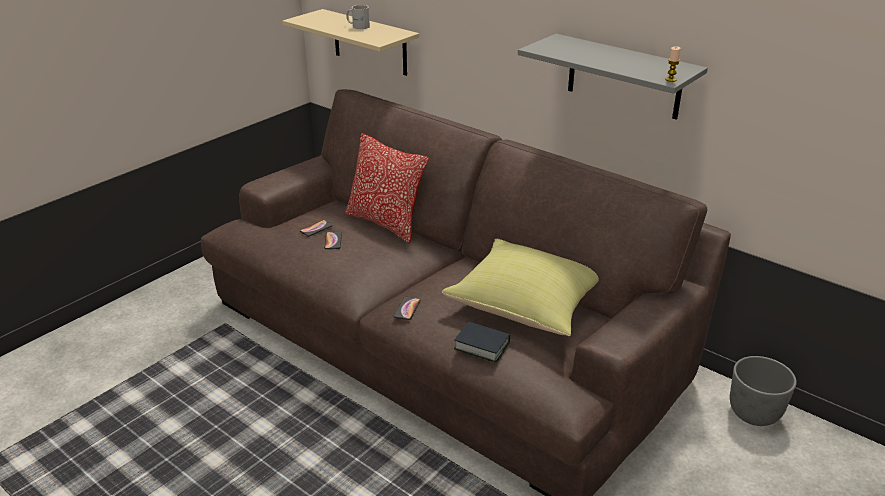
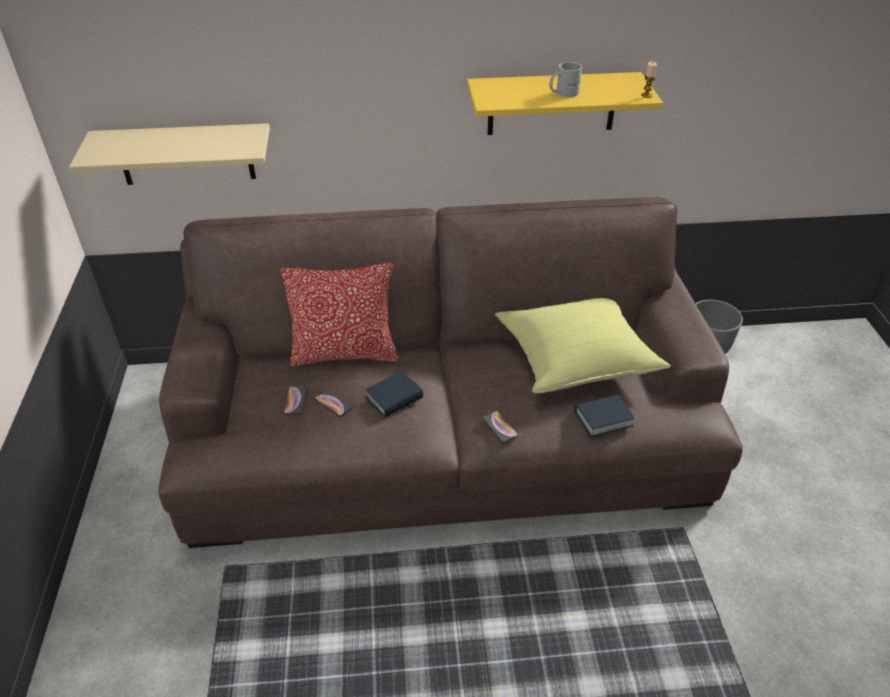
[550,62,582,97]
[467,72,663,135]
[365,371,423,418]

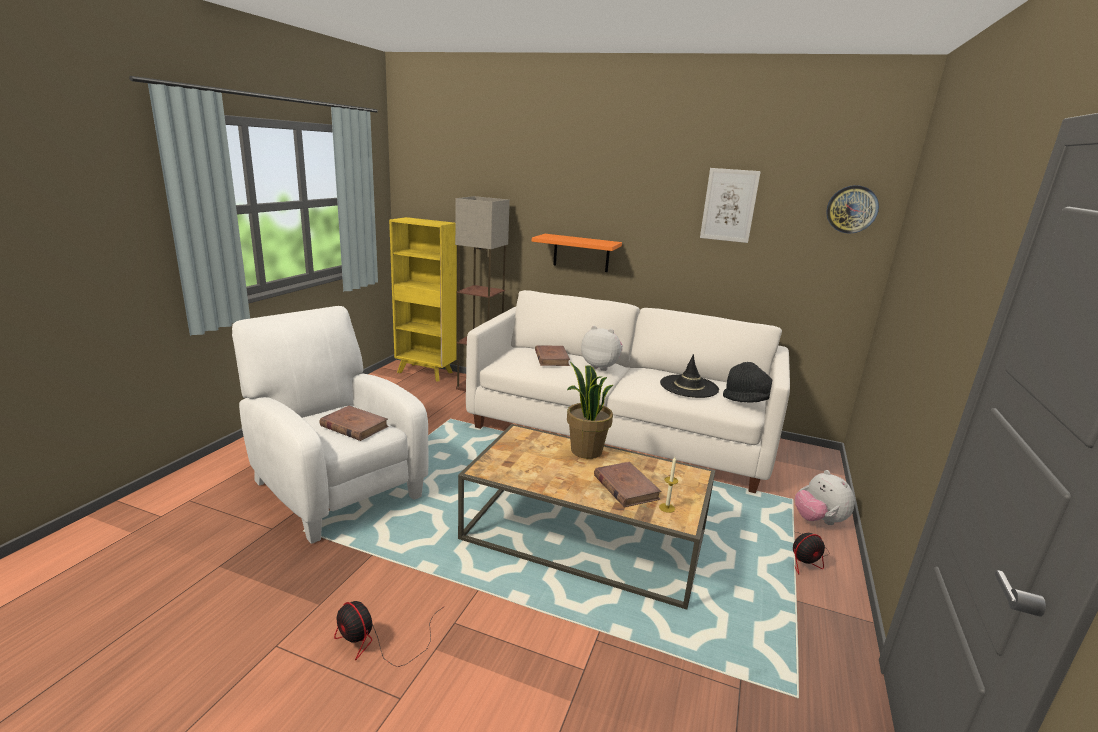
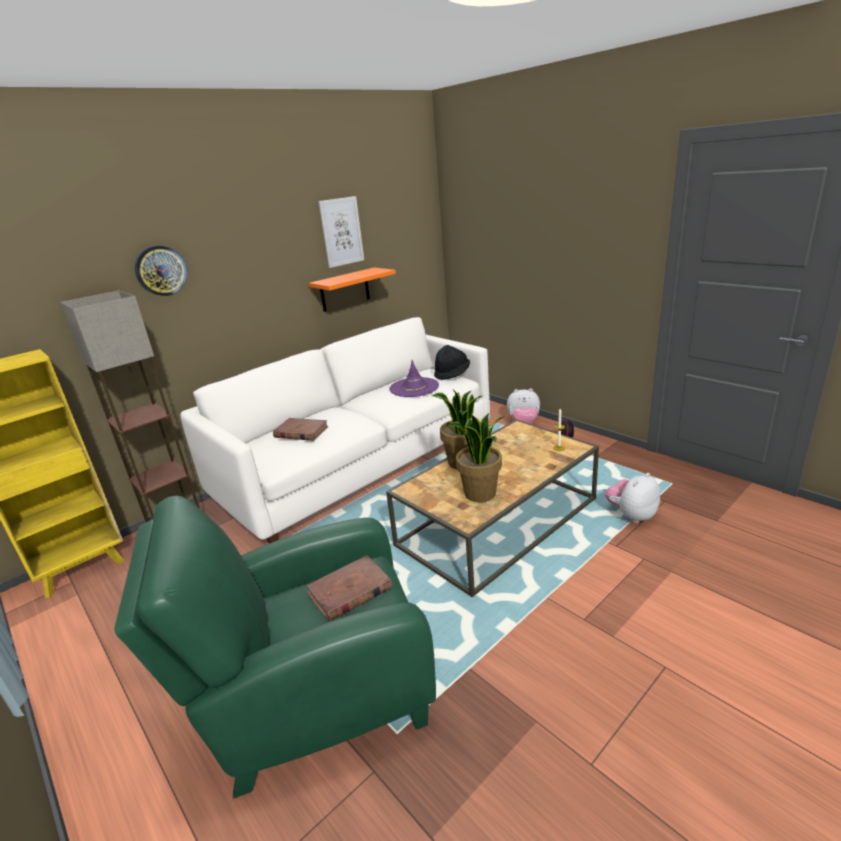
[135,246,188,296]
[309,267,396,312]
[114,495,436,798]
[605,473,660,523]
[390,360,439,397]
[594,462,661,508] (first image)
[334,601,442,667] (first image)
[447,413,505,503]

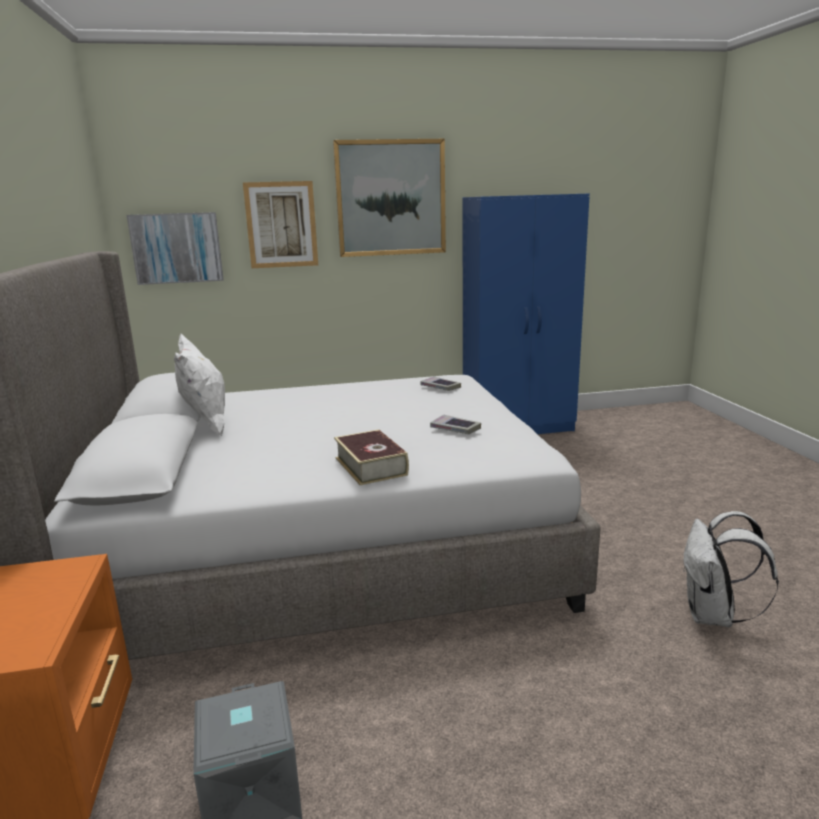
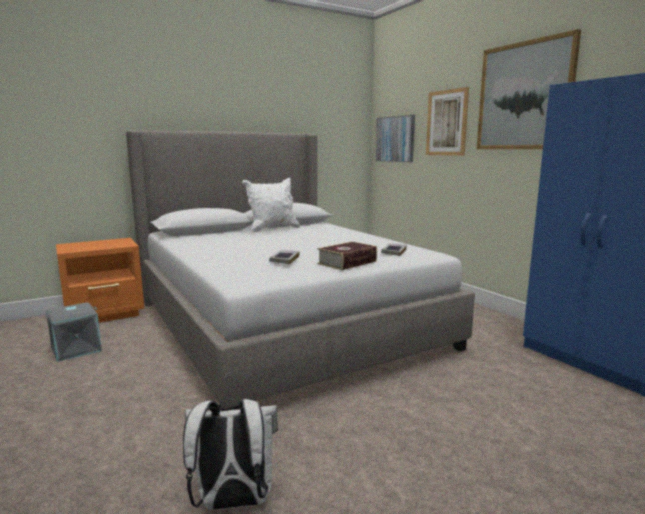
[317,241,377,270]

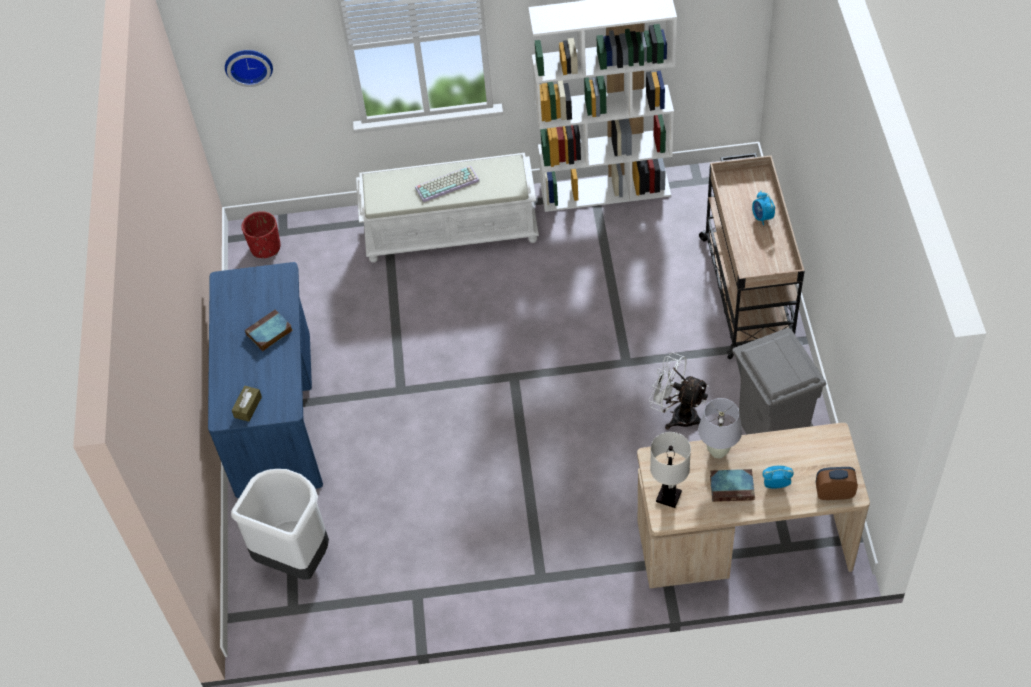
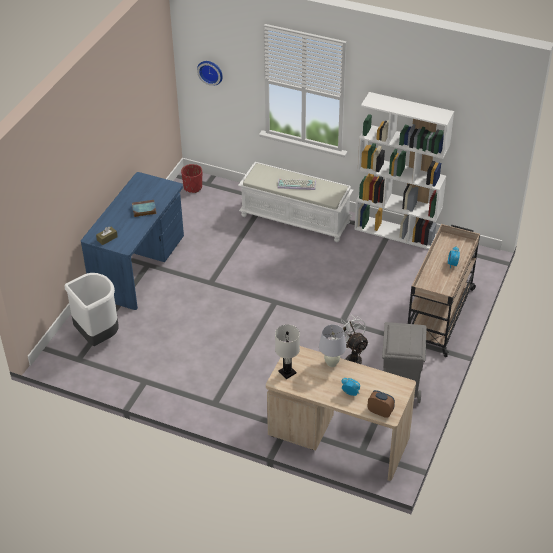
[710,469,755,502] (first image)

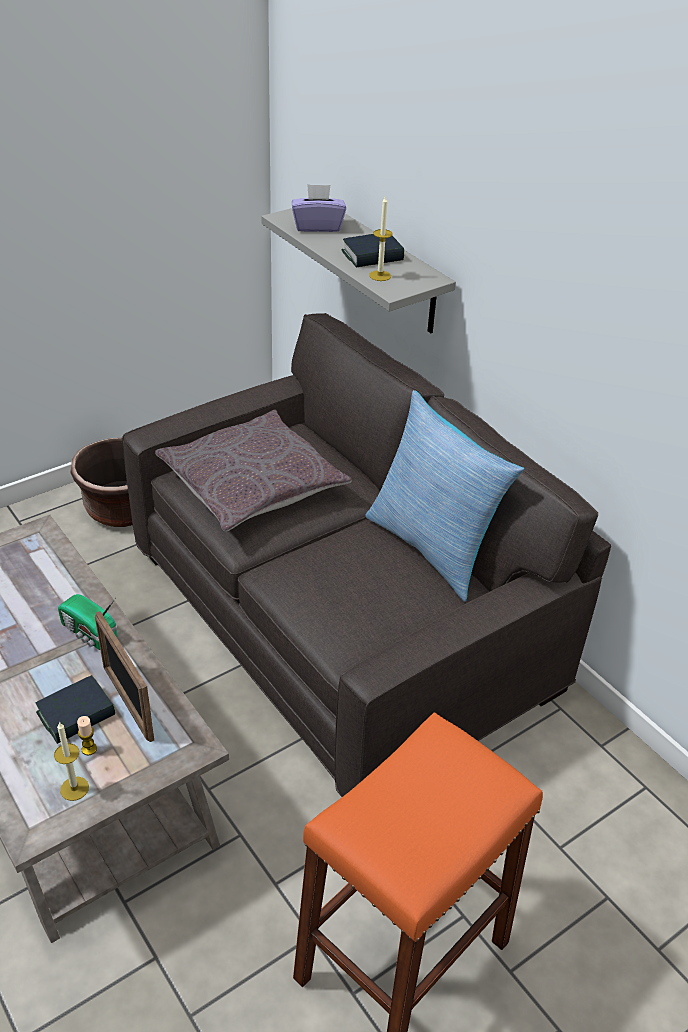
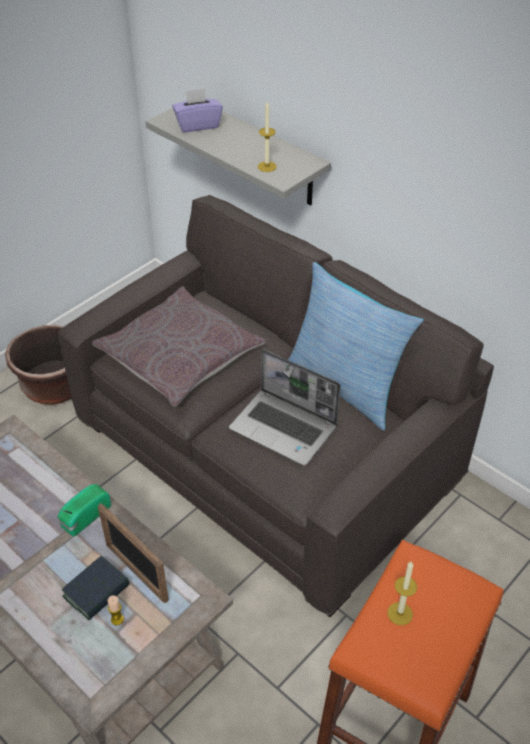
[342,234,404,267] (first image)
[57,484,111,536]
[387,561,417,625]
[229,349,341,466]

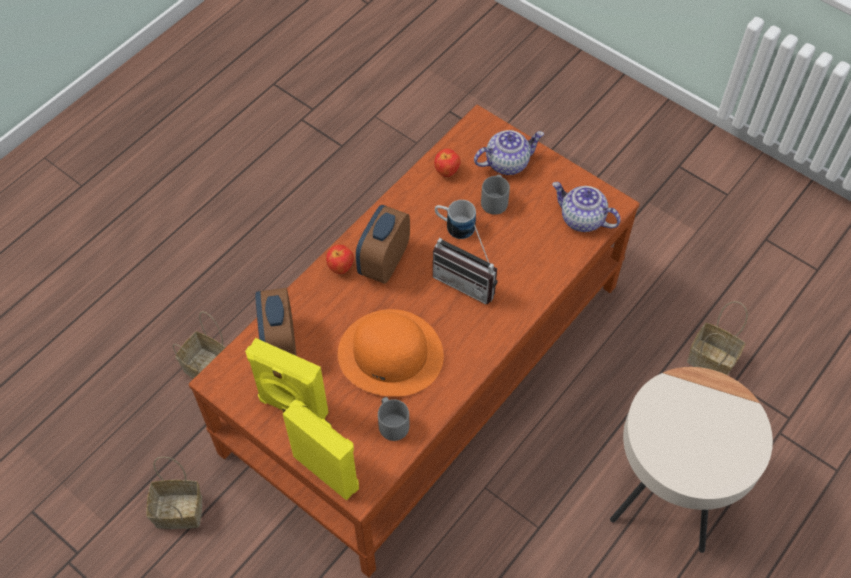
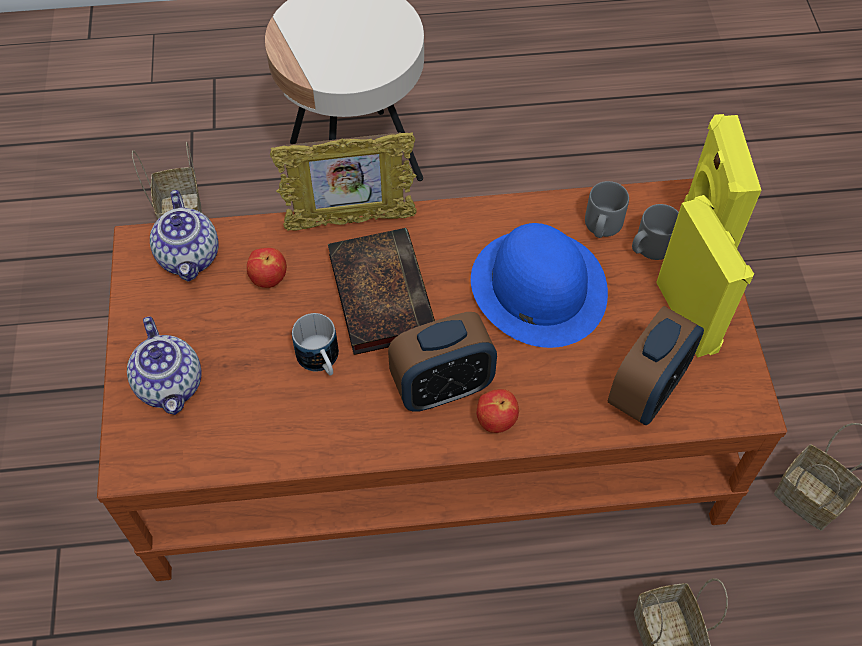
[127,316,202,415]
[247,248,287,288]
[632,204,679,260]
[328,228,435,355]
[471,223,608,348]
[270,132,417,231]

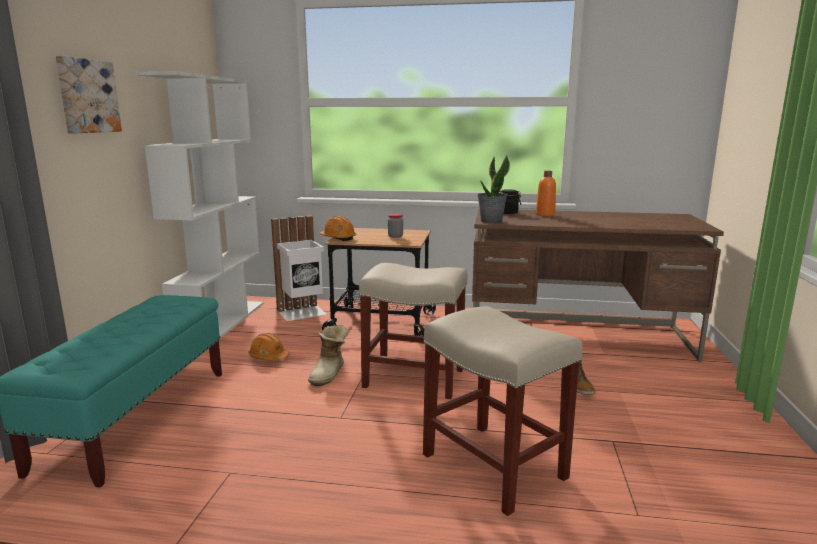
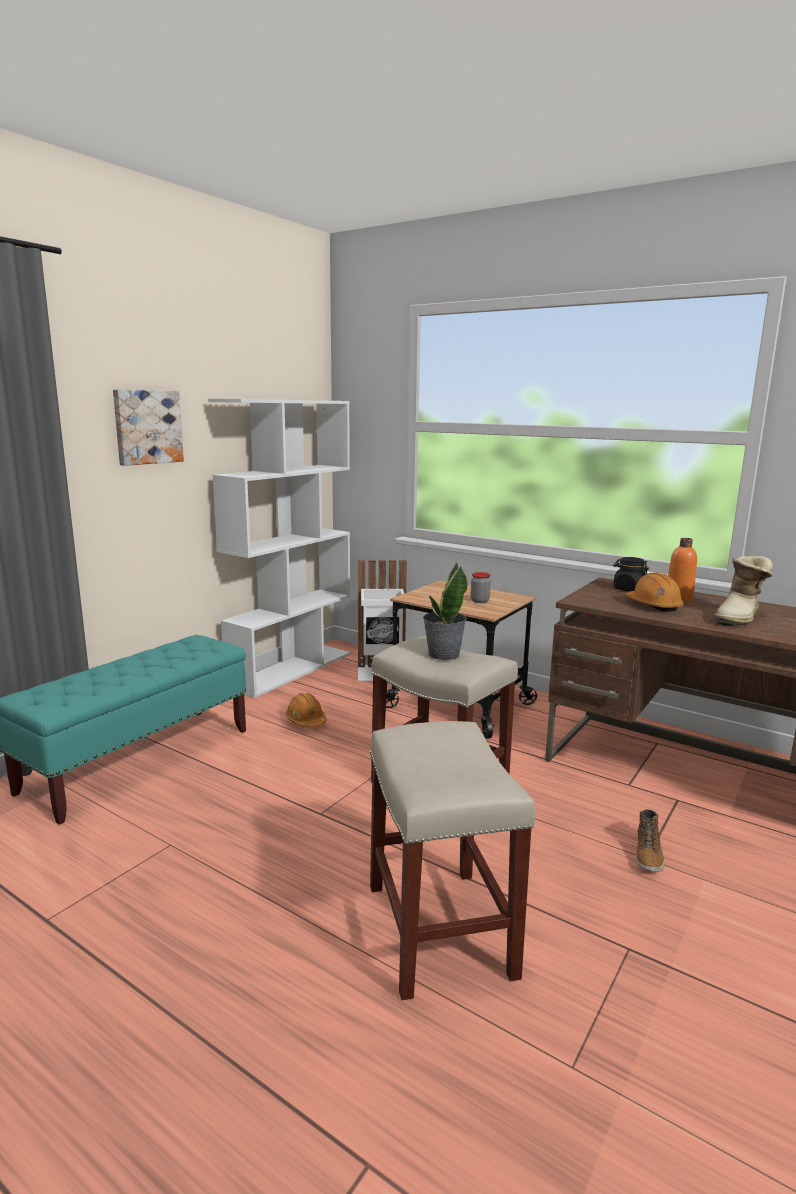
[423,563,468,660]
[626,572,684,612]
[714,555,773,626]

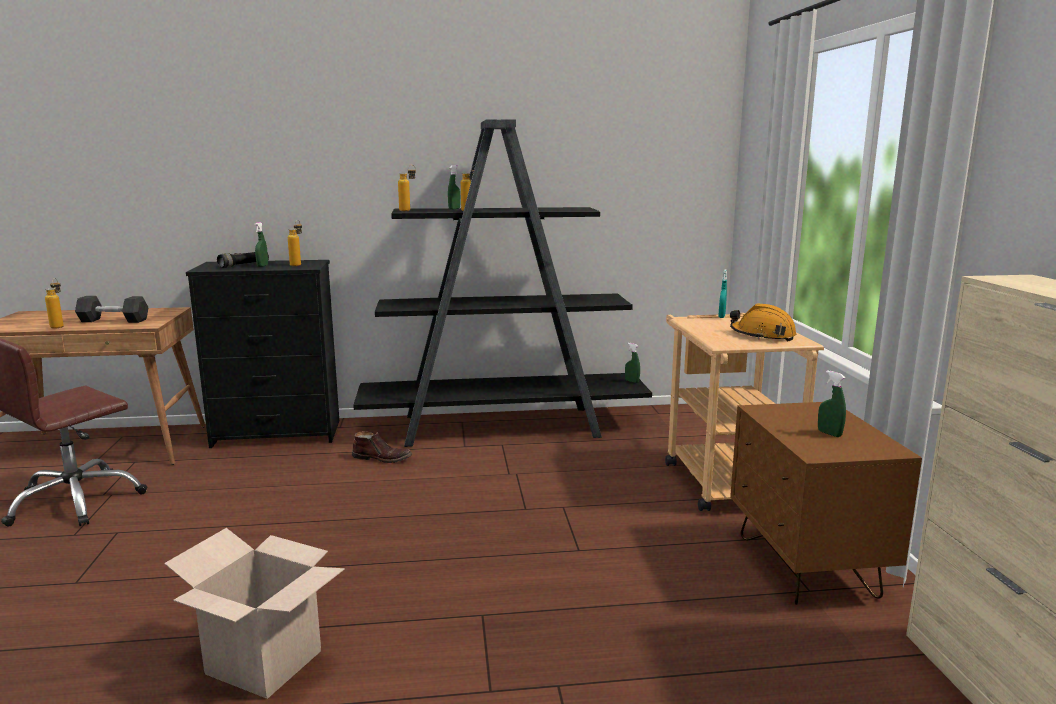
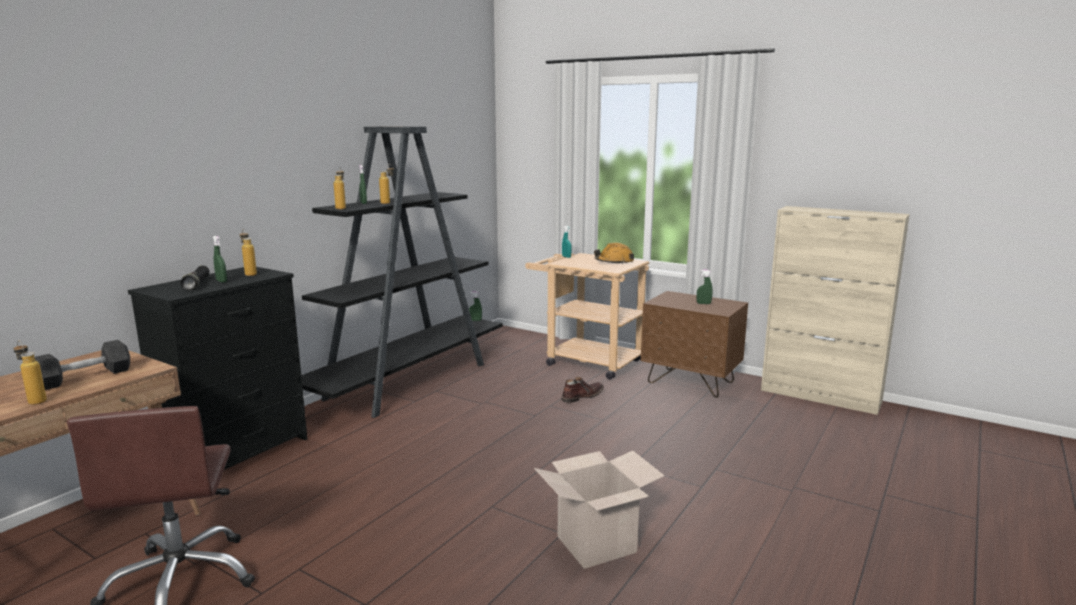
[561,377,604,403]

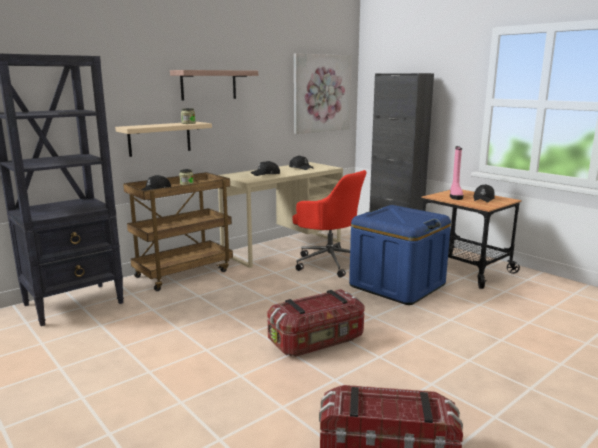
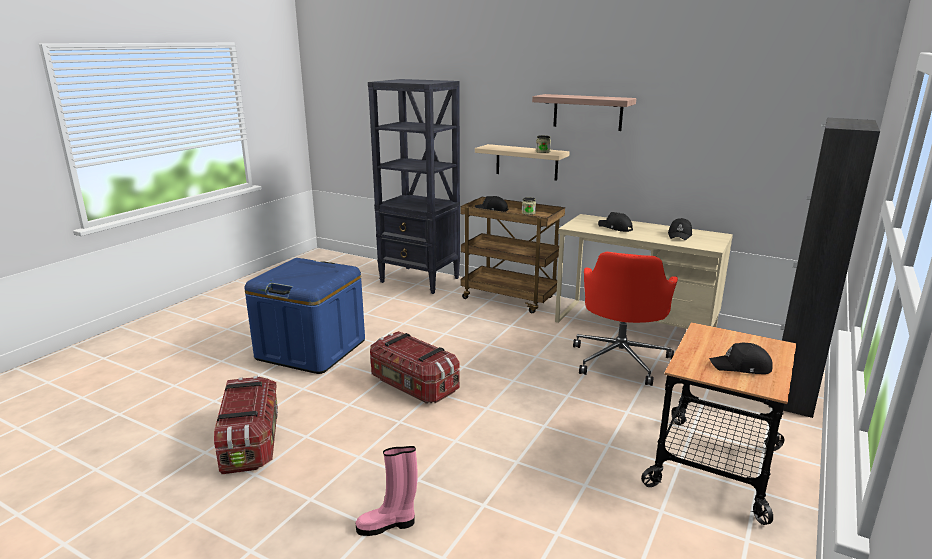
[294,53,352,134] (first image)
[356,446,417,536]
[245,258,365,374]

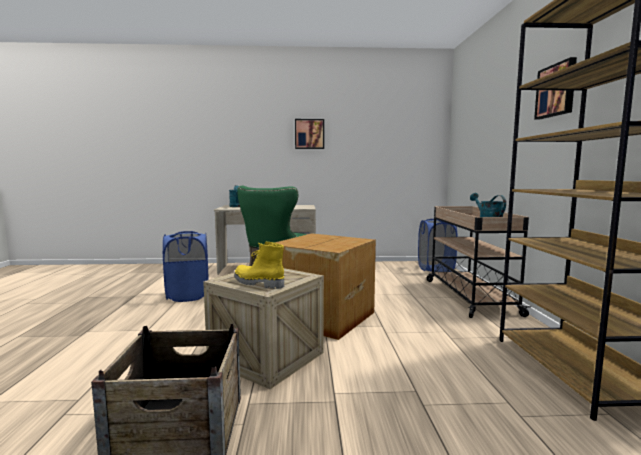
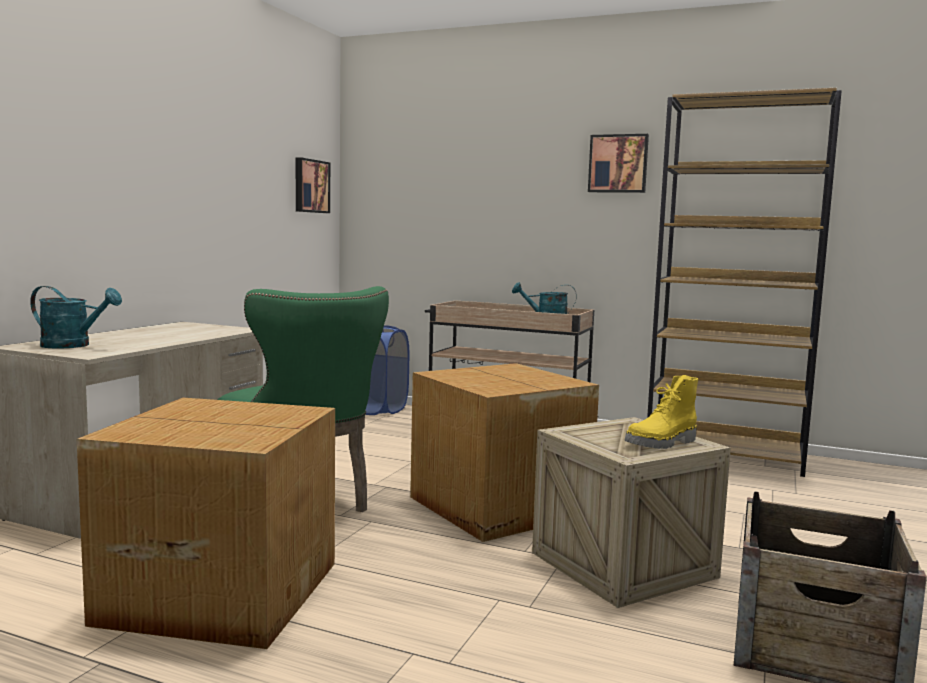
[296,157,330,213]
[77,398,335,649]

